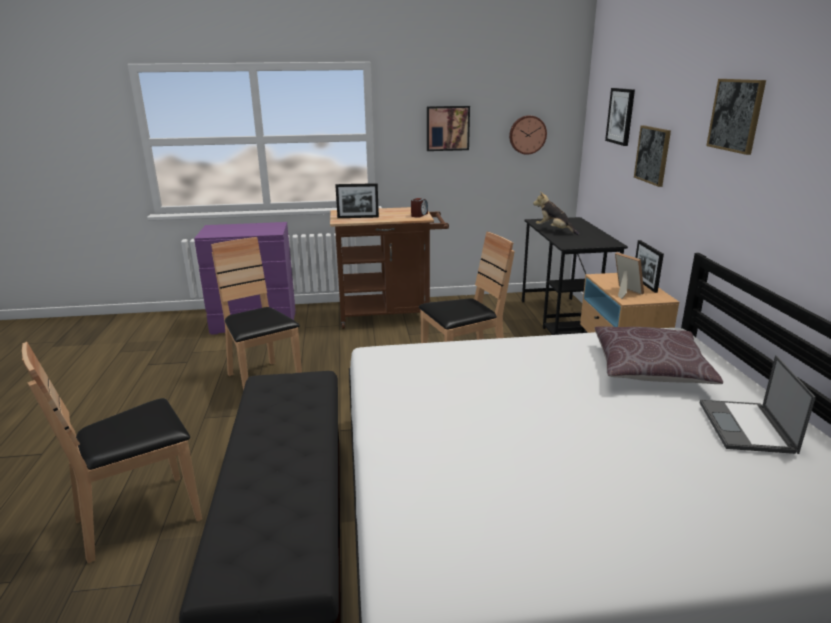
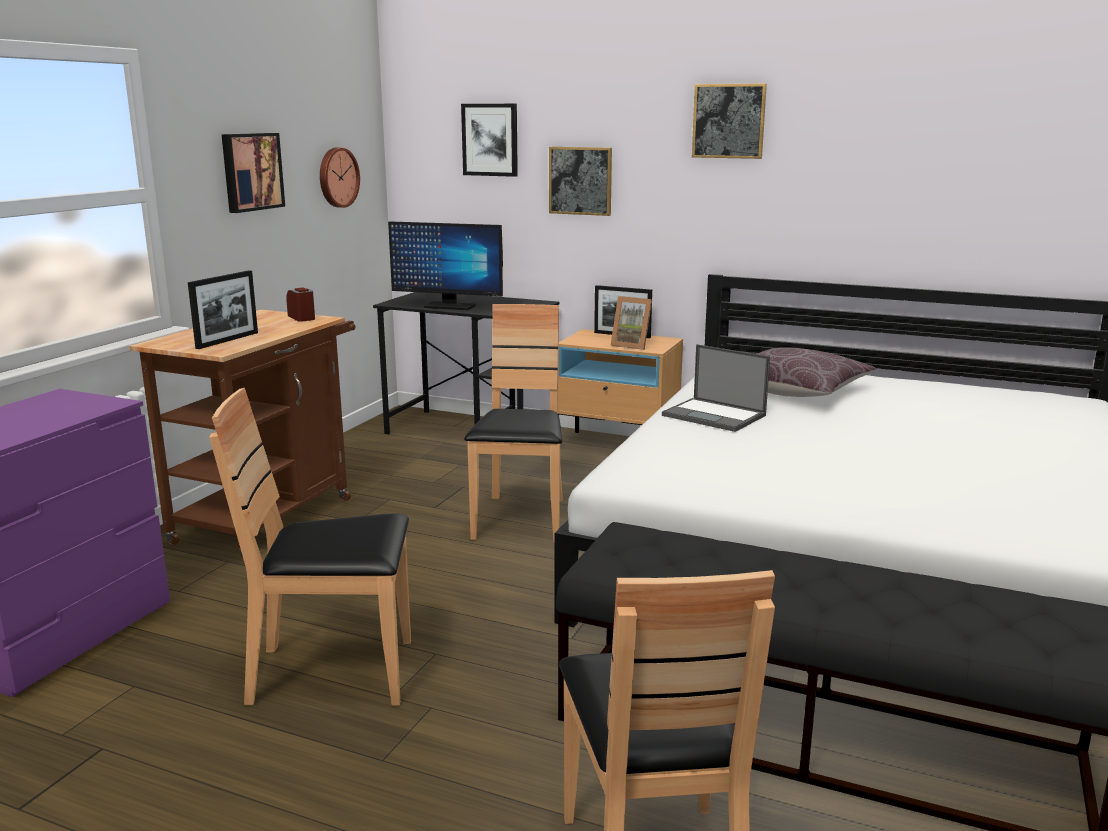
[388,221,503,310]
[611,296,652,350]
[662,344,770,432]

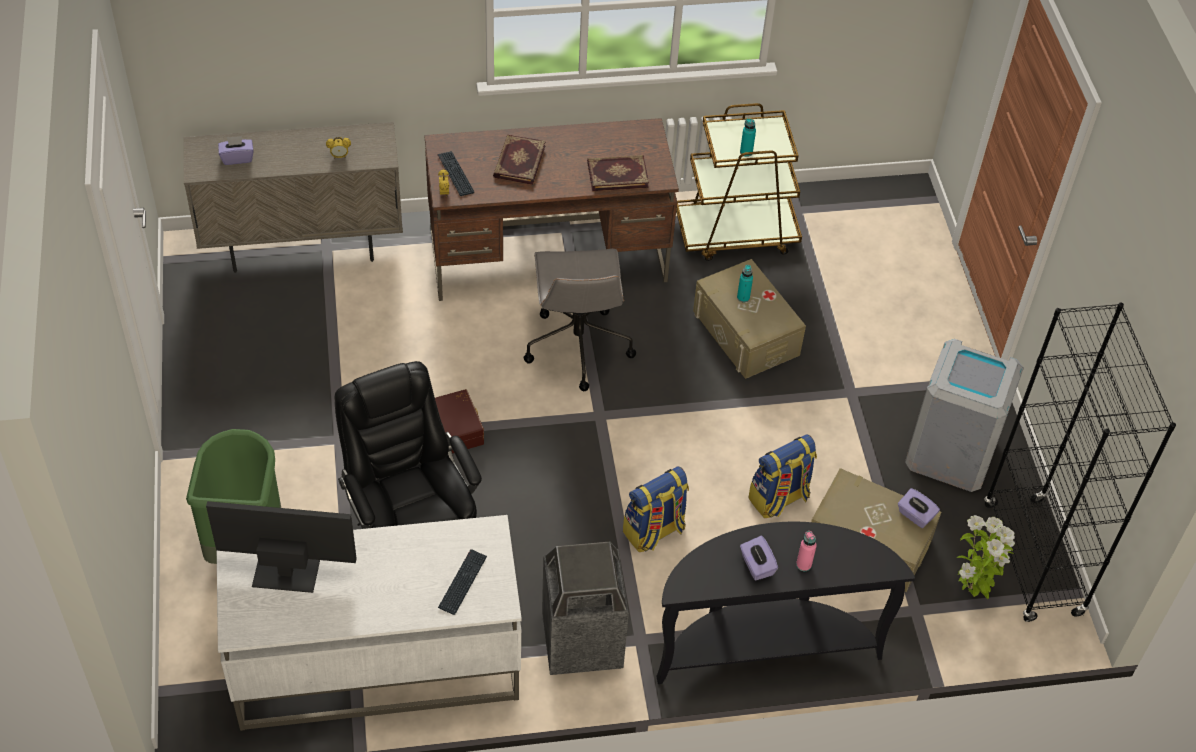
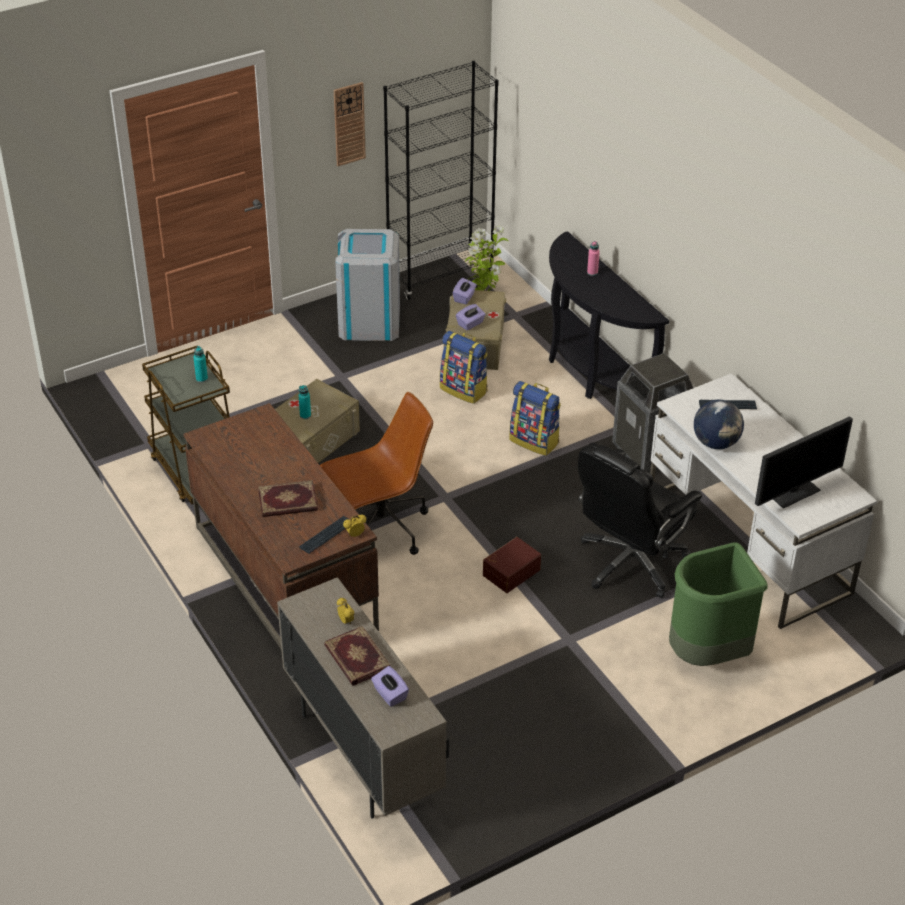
[324,626,391,686]
[320,392,433,555]
[755,416,853,508]
[456,304,486,330]
[334,82,366,166]
[694,400,744,449]

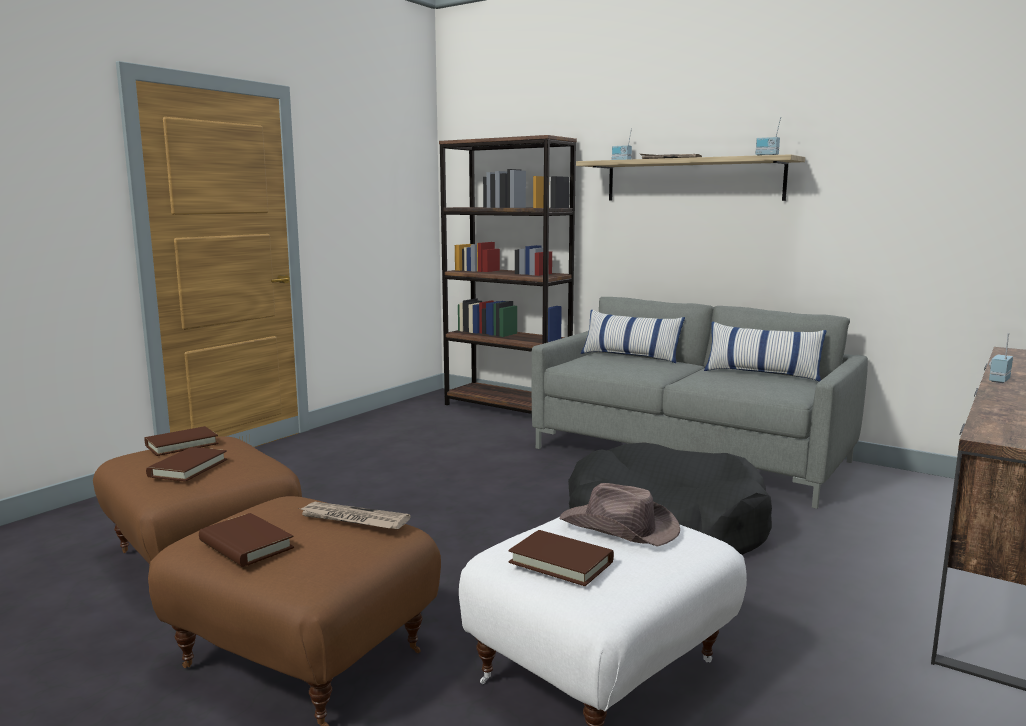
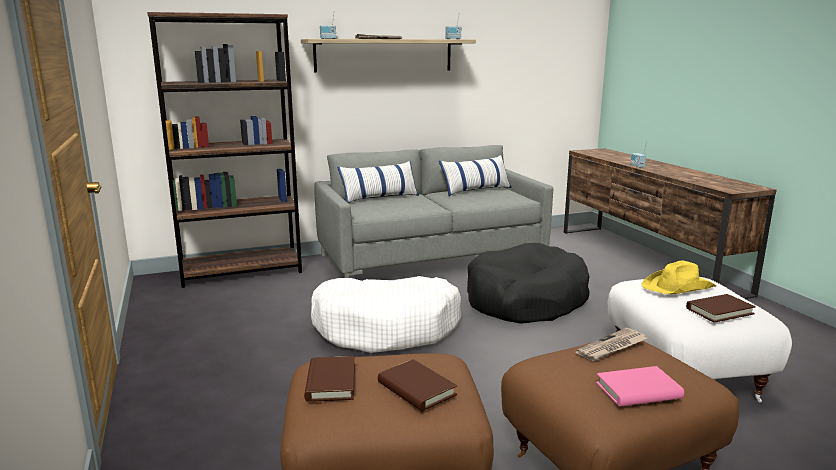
[642,260,716,294]
[596,366,684,407]
[311,276,461,353]

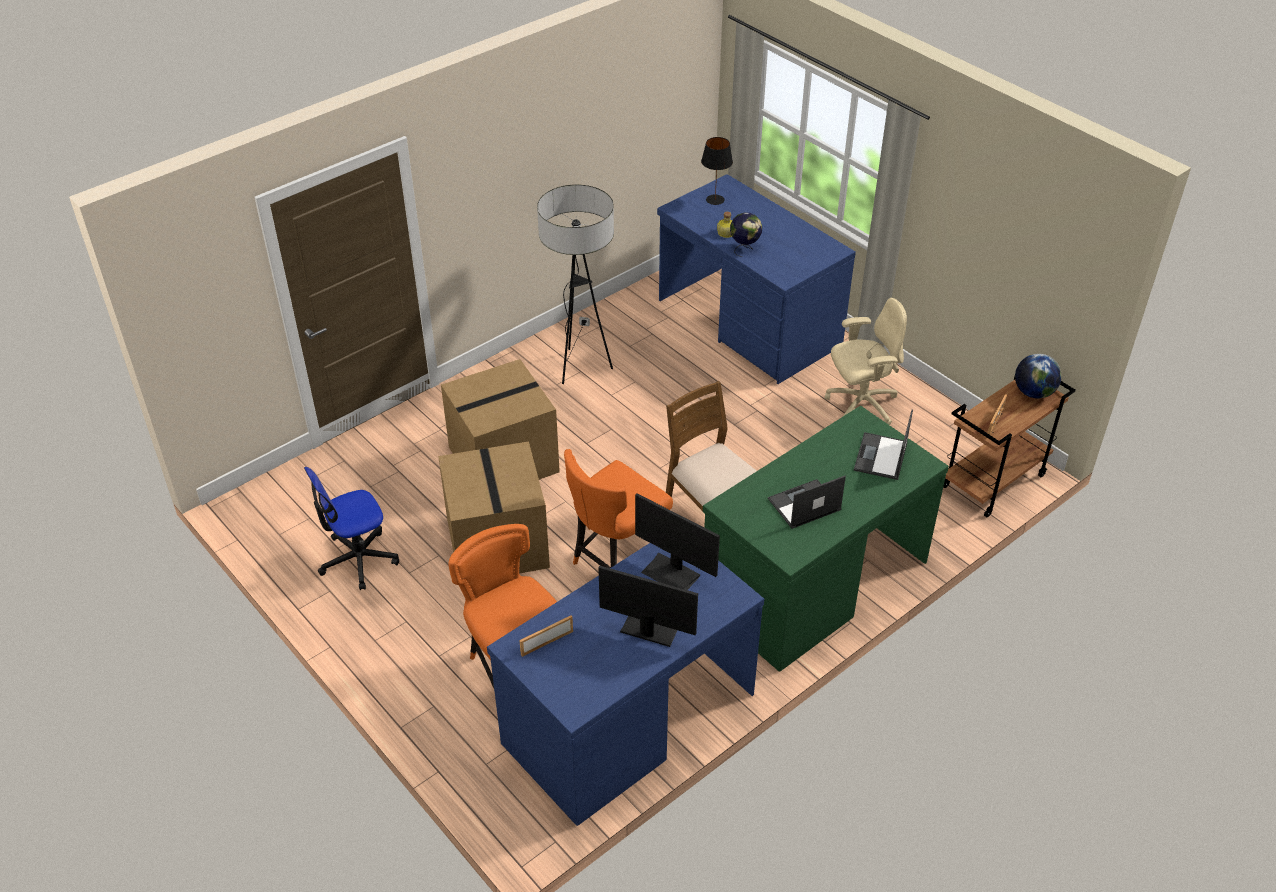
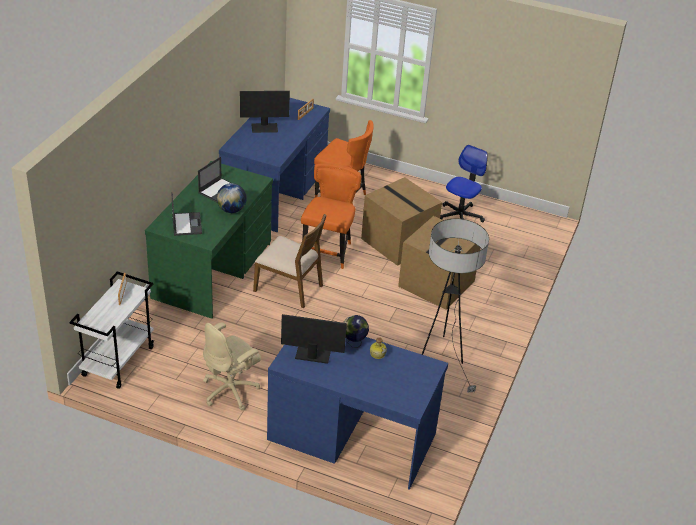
[701,137,733,205] (first image)
[217,183,247,213]
[69,271,154,389]
[281,314,347,364]

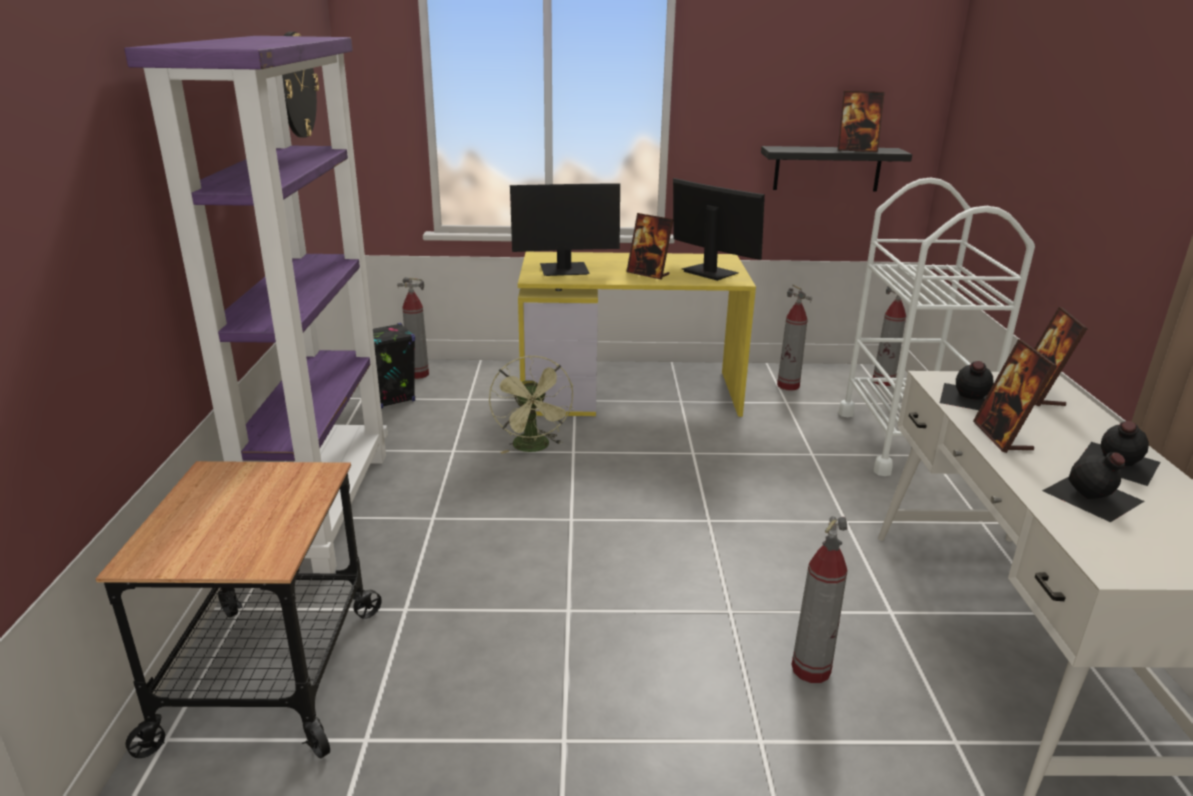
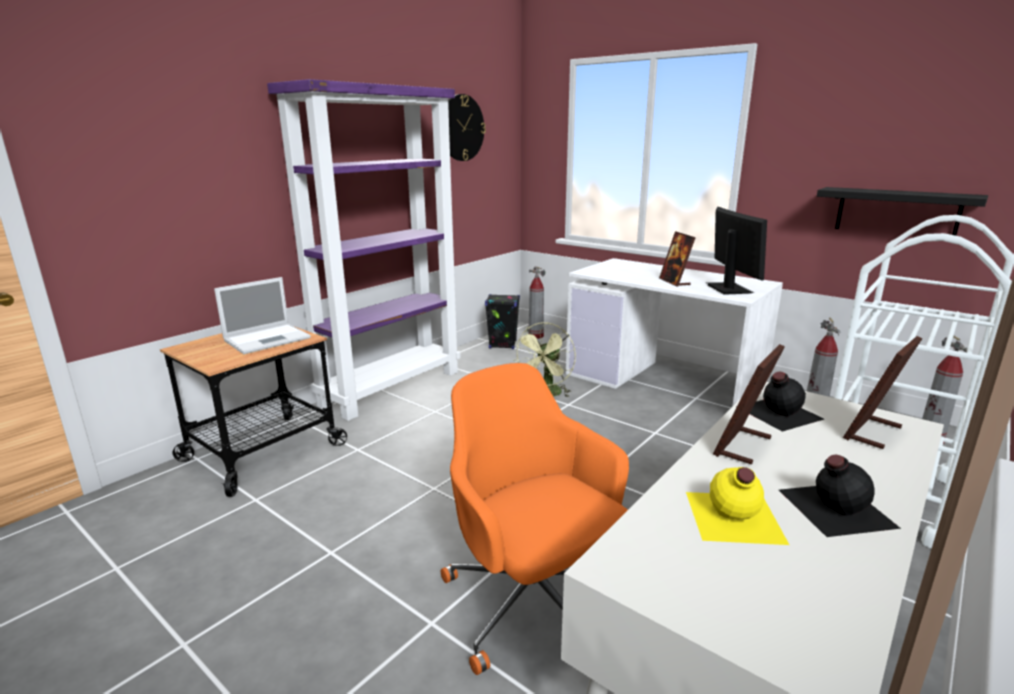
[837,91,885,152] (first image)
[510,183,620,276] (first image)
[566,258,783,407]
[686,467,789,545]
[441,363,629,675]
[214,277,311,354]

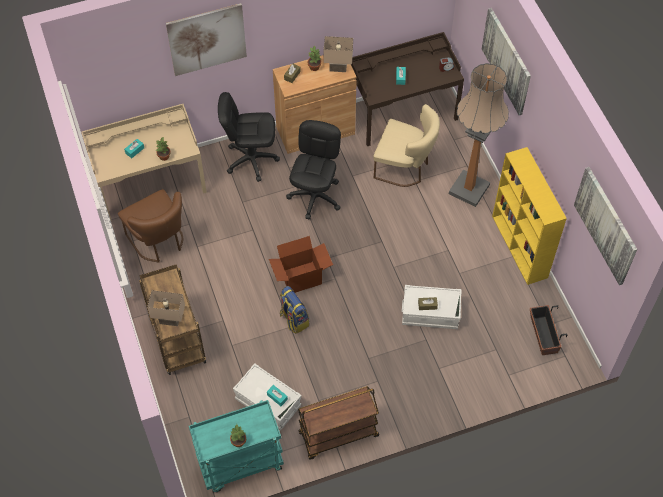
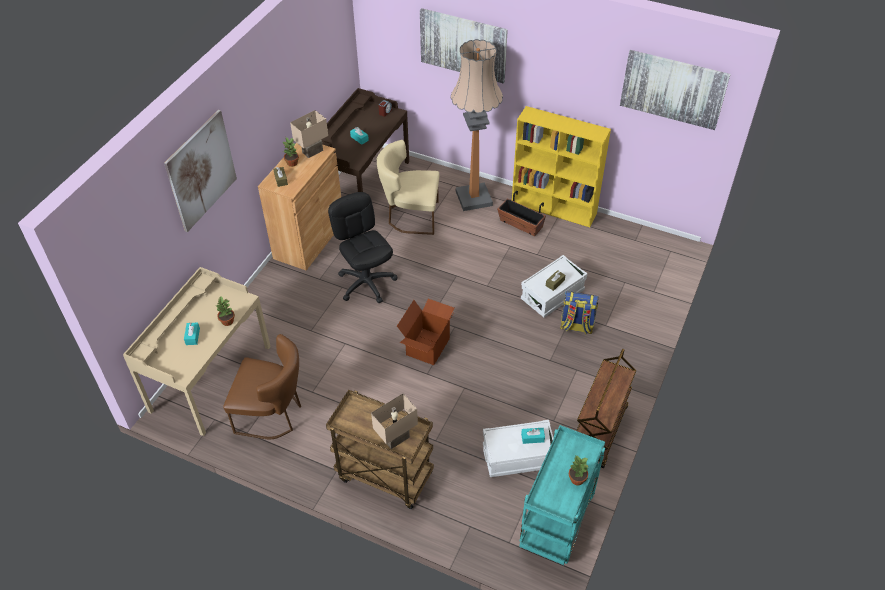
[218,92,280,182] (first image)
[377,140,439,235]
[560,291,599,335]
[497,191,546,236]

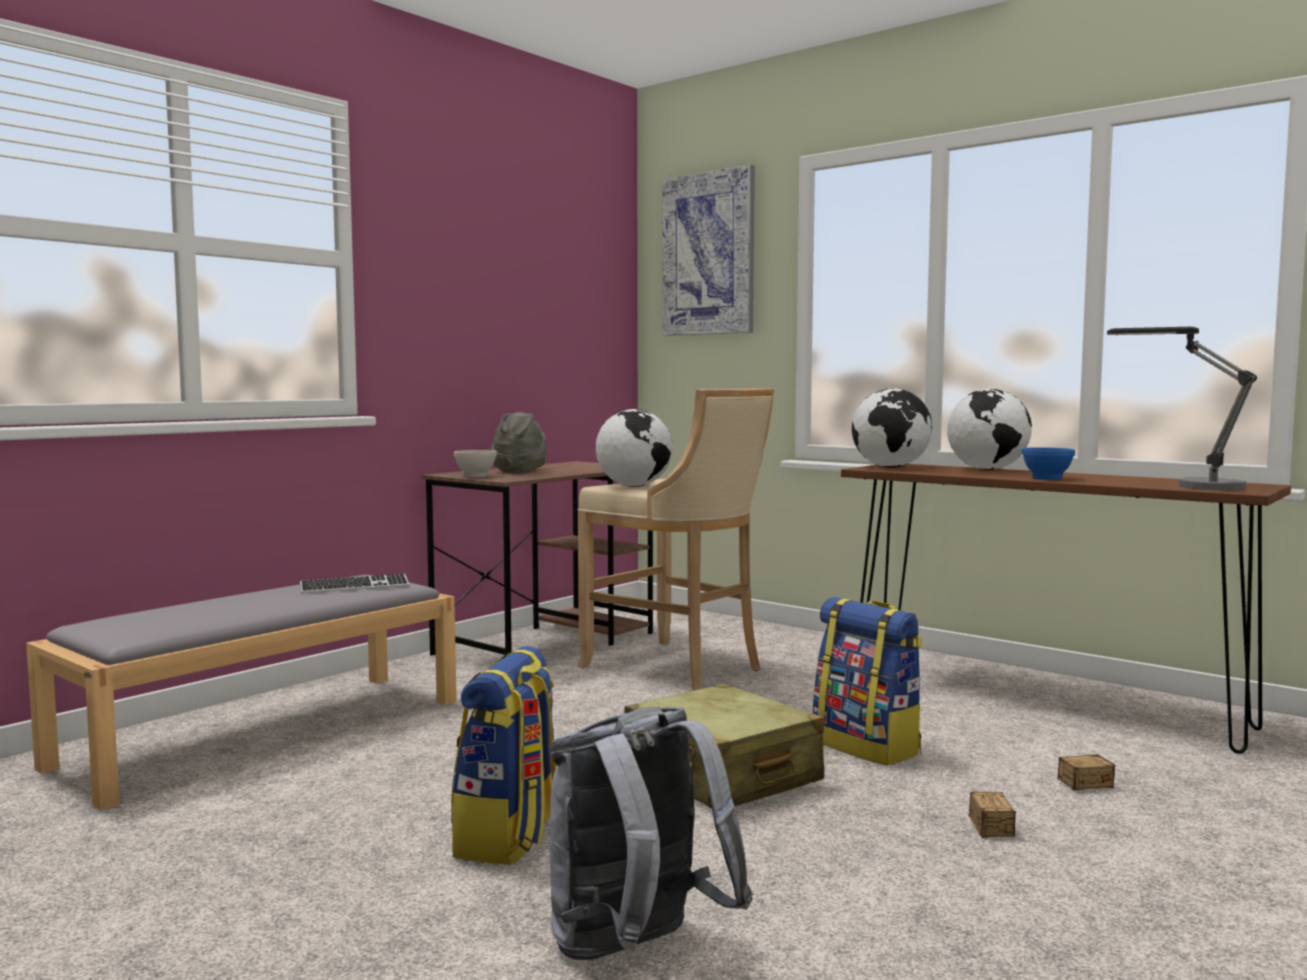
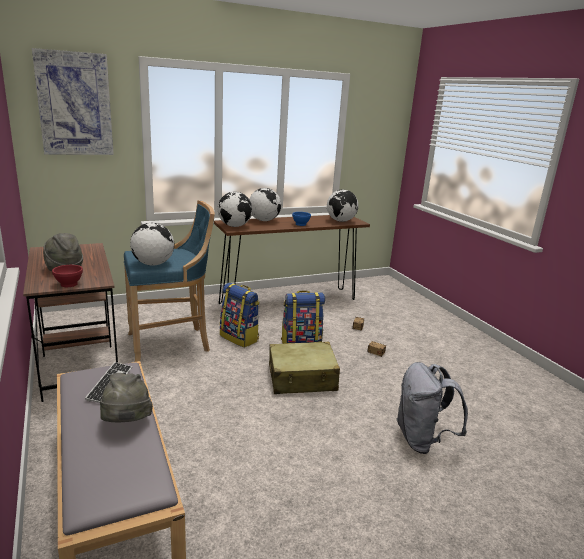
[327,190,358,222]
[124,200,215,362]
[52,265,83,287]
[220,283,259,348]
[100,373,153,423]

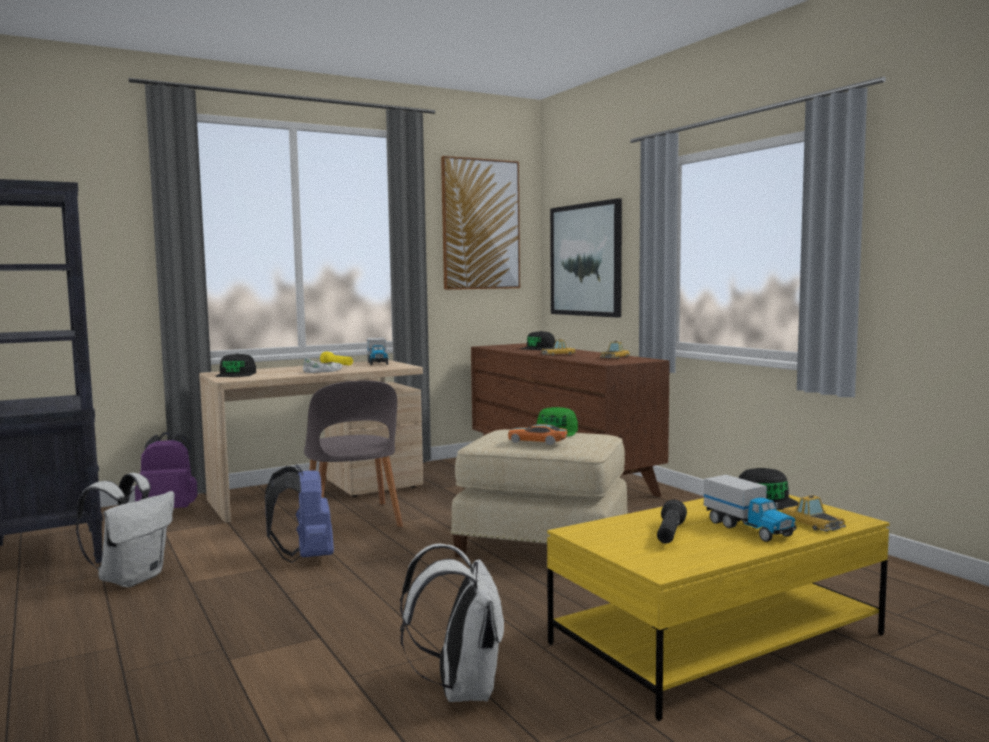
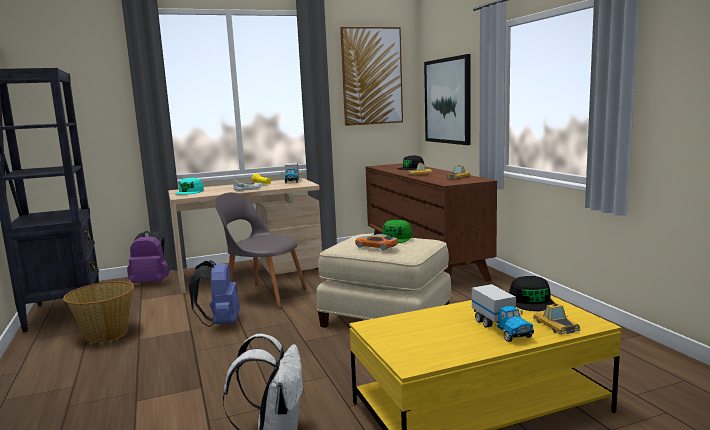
[175,177,204,195]
[214,192,307,309]
[63,281,134,343]
[657,500,687,544] (first image)

